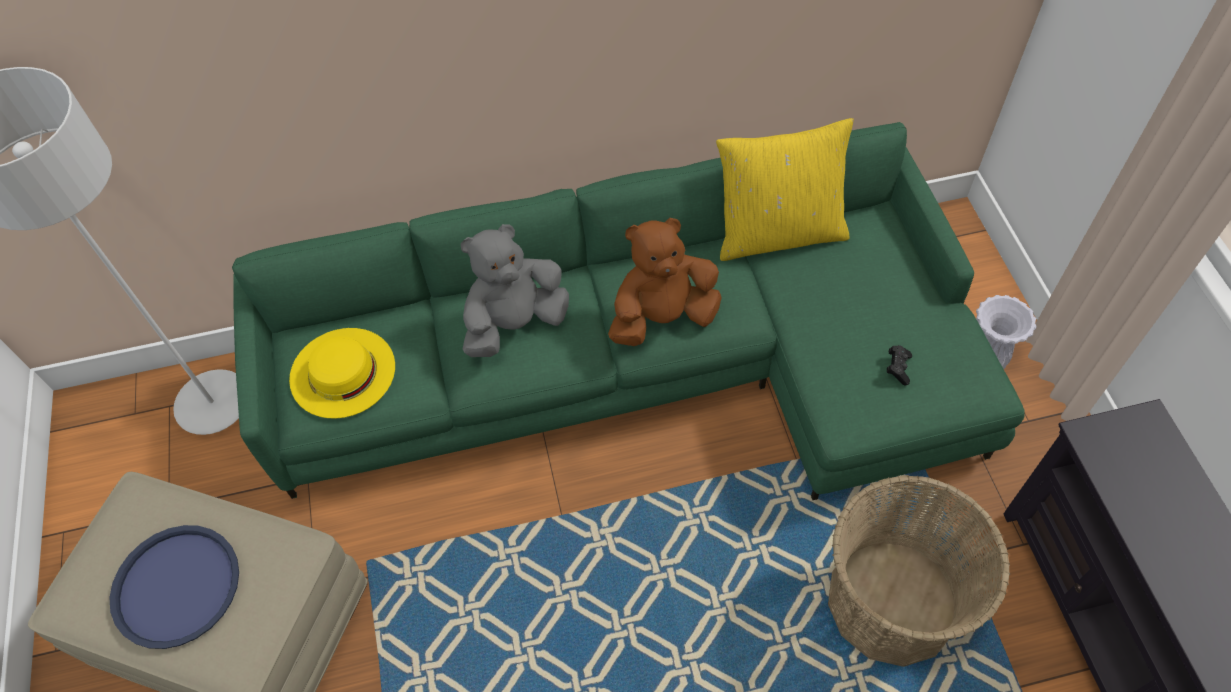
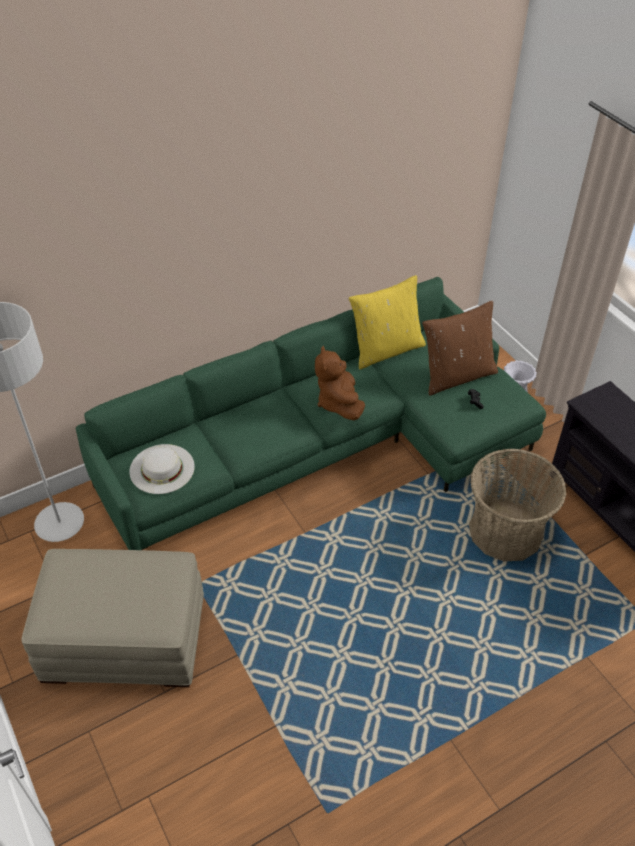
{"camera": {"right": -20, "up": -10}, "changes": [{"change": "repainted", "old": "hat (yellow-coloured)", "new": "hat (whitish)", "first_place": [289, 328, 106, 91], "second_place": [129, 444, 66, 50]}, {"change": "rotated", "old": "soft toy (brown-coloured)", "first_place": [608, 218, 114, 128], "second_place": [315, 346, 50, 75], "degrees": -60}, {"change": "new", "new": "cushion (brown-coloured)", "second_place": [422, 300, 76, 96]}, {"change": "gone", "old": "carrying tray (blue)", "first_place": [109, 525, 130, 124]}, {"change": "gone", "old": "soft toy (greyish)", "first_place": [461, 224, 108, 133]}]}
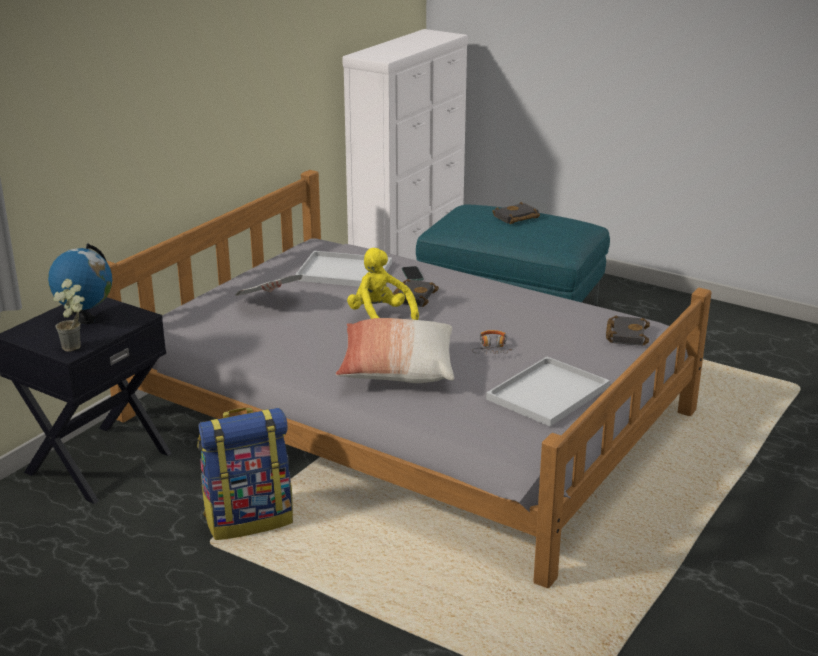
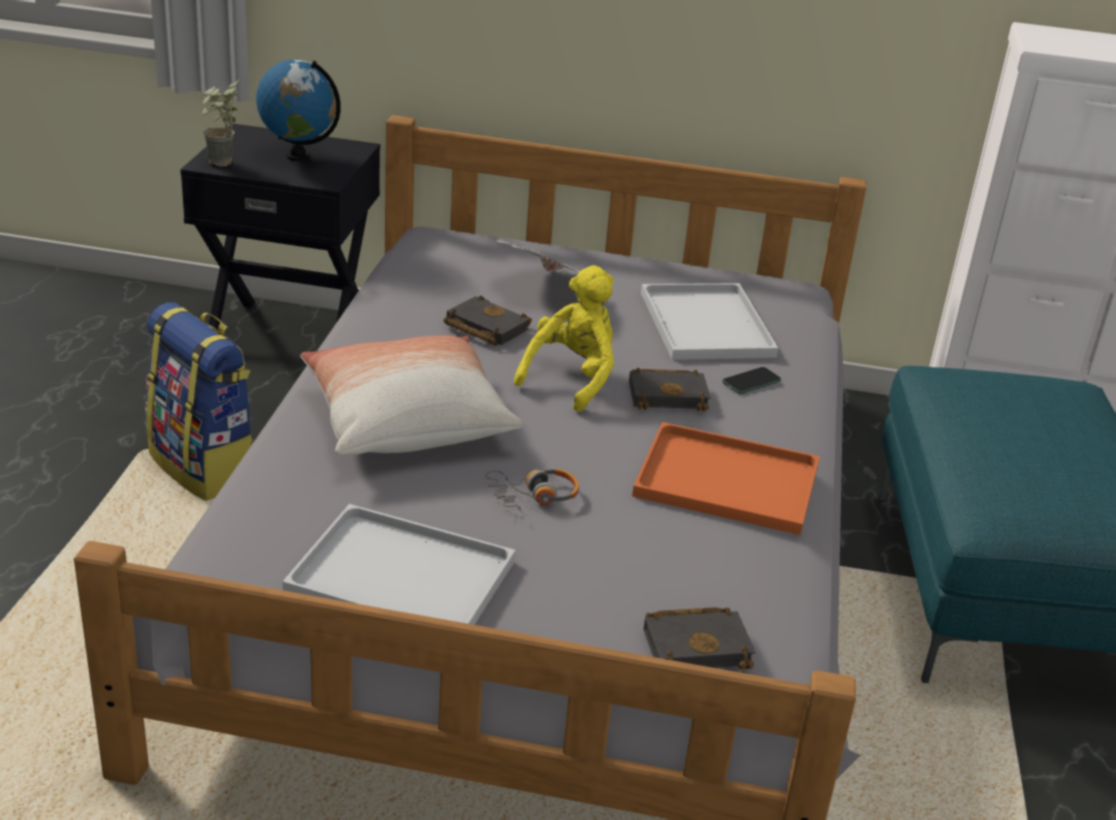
{"camera": {"right": 65, "up": 5}, "changes": [{"change": "shifted", "old": "volume (black-coloured)", "first_place": [492, 202, 48, 22], "second_place": [443, 295, 89, 51]}, {"change": "new", "new": "carrying tray (orange-coloured)", "second_place": [632, 422, 188, 113]}]}
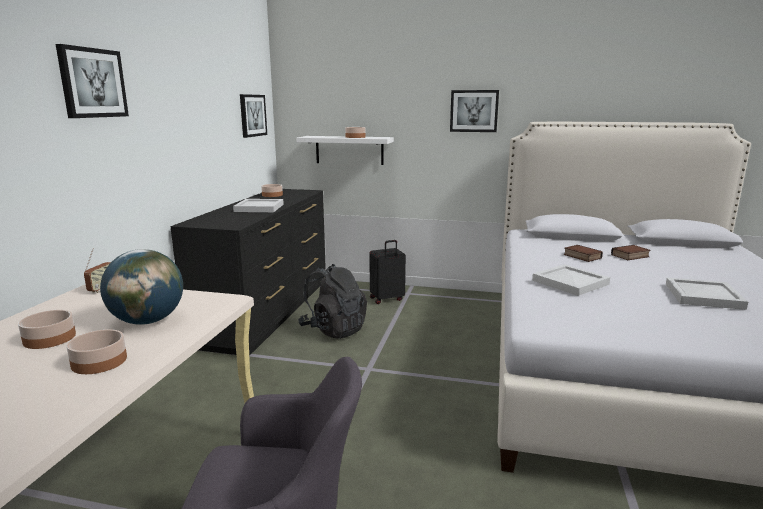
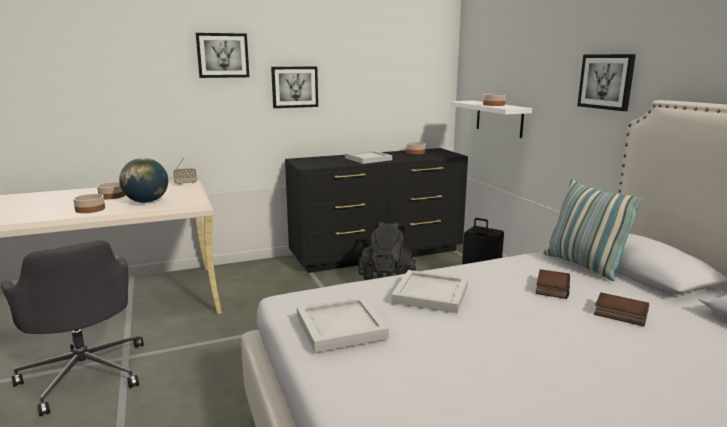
{"camera": {"right": 55, "up": 0}, "changes": [{"change": "shifted", "old": "wall art", "first_place": [240, 94, 27, 44], "second_place": [271, 66, 47, 42]}, {"change": "shifted", "old": "carrying tray (whitish)", "first_place": [666, 277, 82, 33], "second_place": [297, 297, 92, 55]}, {"change": "new", "new": "cushion", "second_place": [543, 179, 102, 102]}]}
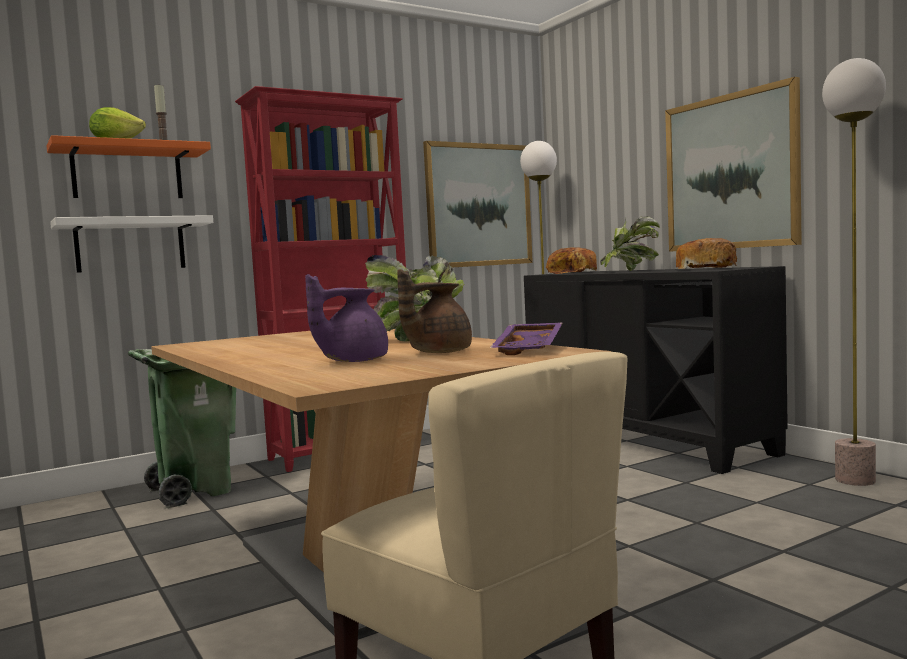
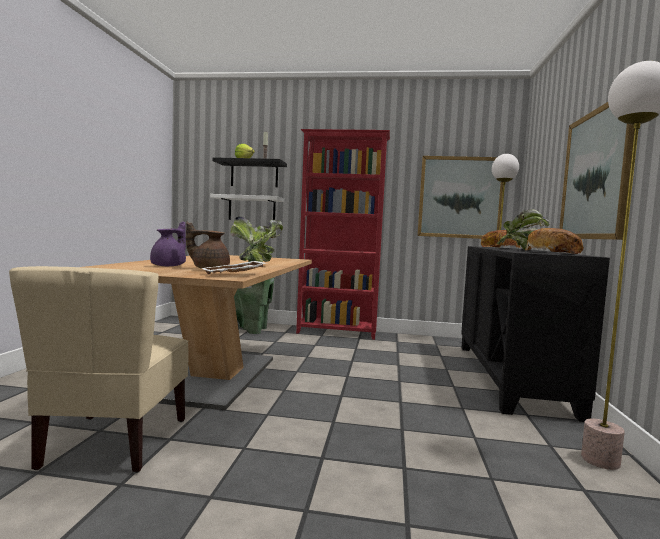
{"camera": {"right": 40, "up": 0}, "changes": [{"change": "rotated", "old": "teapot (purplish)", "first_place": [305, 274, 83, 88], "second_place": [150, 222, 36, 44], "degrees": 105}, {"change": "repainted", "old": "carrying tray (purplish)", "new": "carrying tray (whitish)", "first_place": [490, 322, 73, 33], "second_place": [201, 261, 65, 14]}, {"change": "repainted", "old": "bracket shelf (orange-coloured)", "new": "bracket shelf (black-coloured)", "first_place": [47, 135, 164, 63], "second_place": [212, 157, 75, 30]}]}
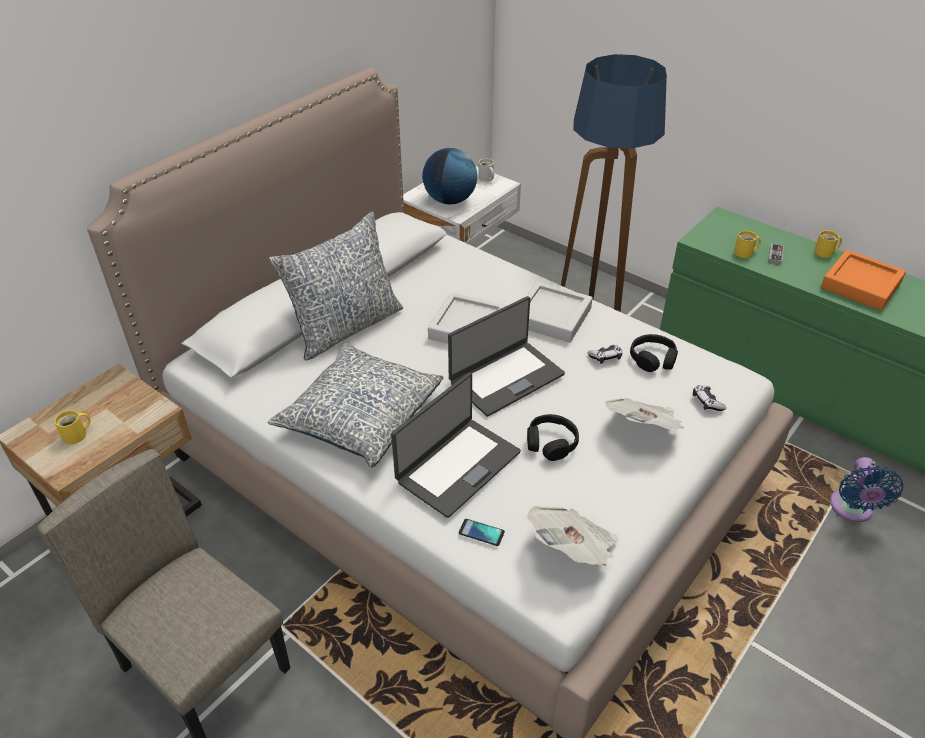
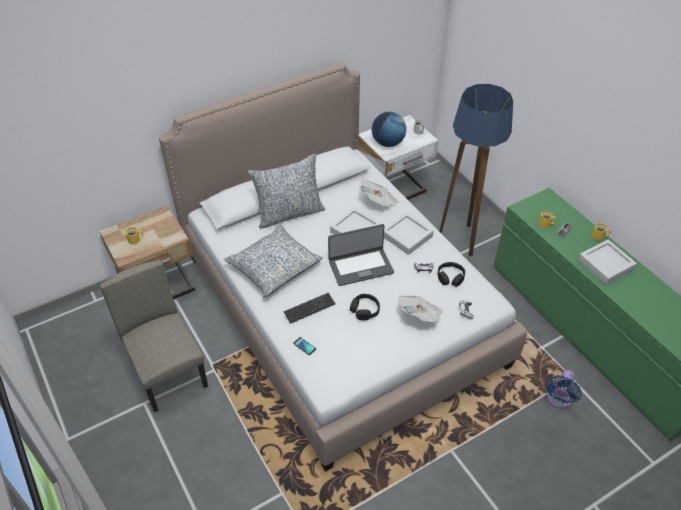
{"camera": {"right": 20, "up": 5}, "changes": [{"change": "swapped", "old": "laptop", "new": "keyboard", "first_place": [391, 372, 130, 146], "second_place": [283, 293, 53, 31]}, {"change": "shifted", "old": "newspaper", "first_place": [527, 506, 92, 60], "second_place": [359, 180, 41, 27]}, {"change": "repainted", "old": "carrying tray (orange-coloured)", "new": "carrying tray (greyish)", "first_place": [821, 250, 85, 61], "second_place": [578, 240, 59, 44]}]}
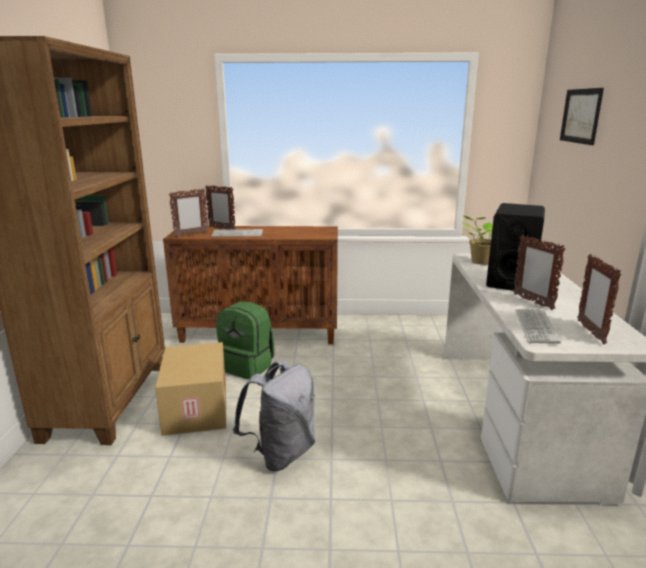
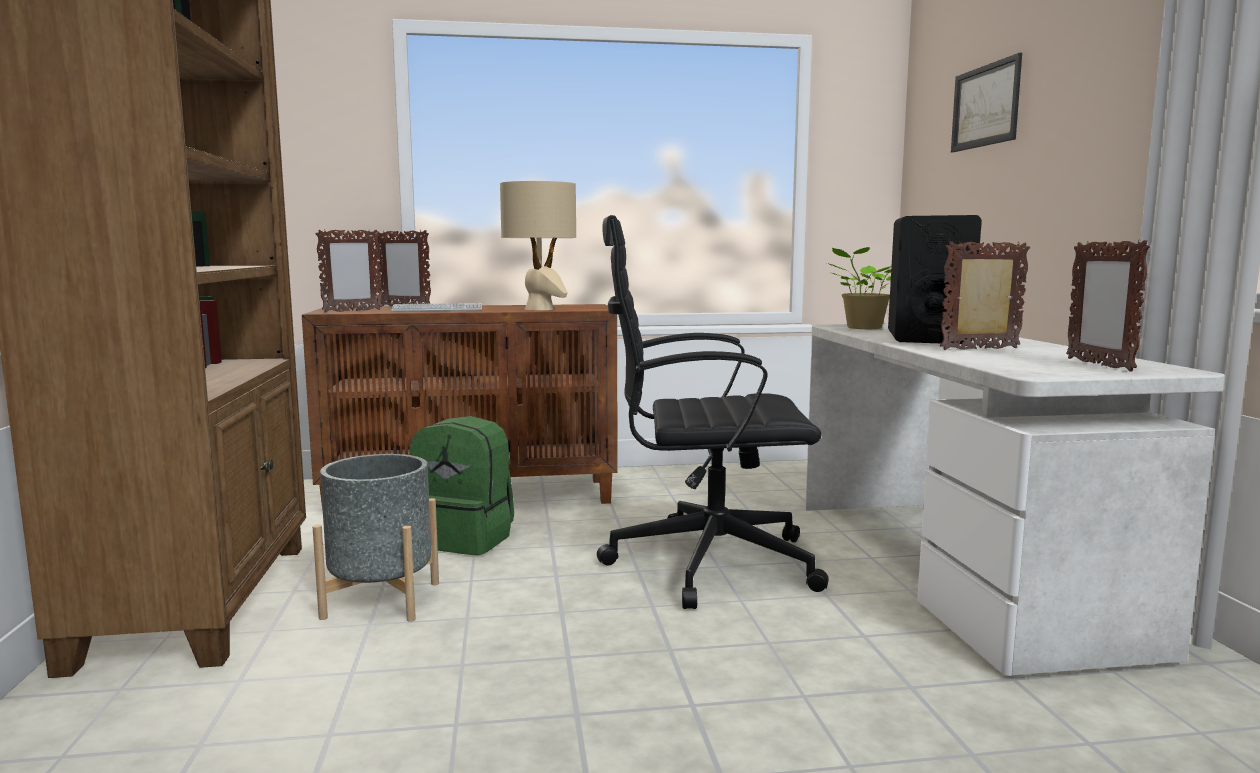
{"camera": {"right": -10, "up": -10}, "changes": [{"change": "swapped", "old": "packing box", "new": "plant pot (greyish)", "first_place": [155, 342, 71, 93], "second_place": [313, 454, 126, 168]}, {"change": "new", "new": "table lamp (beige-coloured)", "second_place": [500, 181, 76, 129]}, {"change": "new", "new": "computer chair (black-coloured)", "second_place": [597, 215, 232, 394]}, {"change": "rotated", "old": "photo frame", "first_place": [513, 235, 53, 75], "second_place": [940, 241, 90, 109], "degrees": 120}, {"change": "gone", "old": "rucksack (greyish)", "first_place": [233, 361, 82, 110]}, {"change": "gone", "old": "keyboard", "first_place": [515, 308, 46, 36]}]}
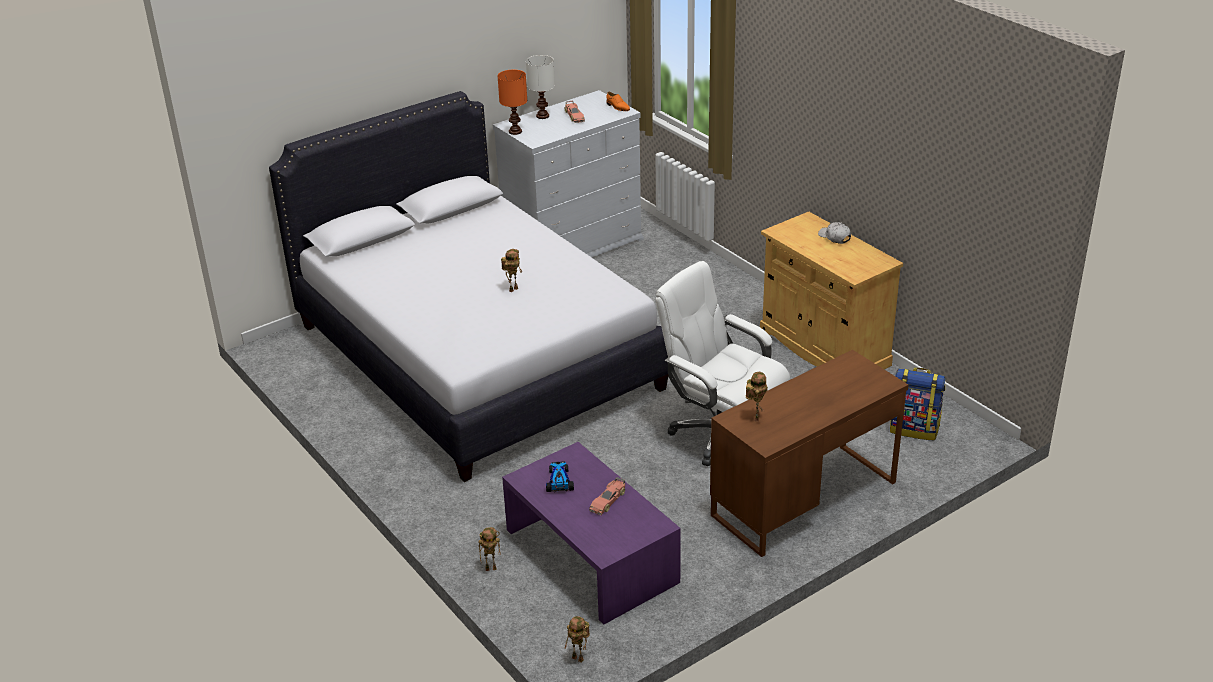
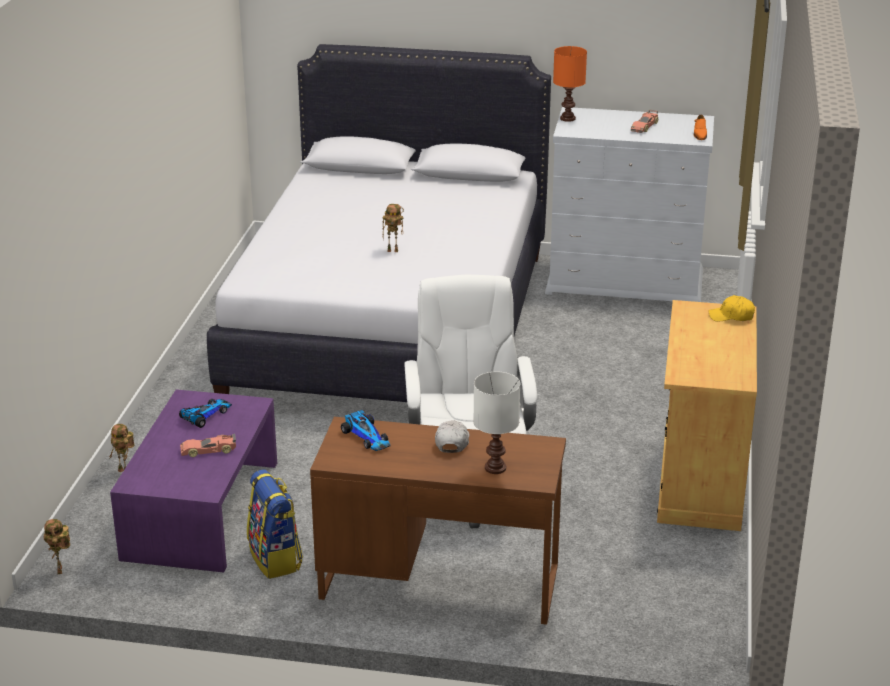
{"camera": {"right": 45, "up": -5}, "changes": [{"change": "shifted", "old": "rucksack", "first_place": [890, 368, 55, 72], "second_place": [247, 470, 56, 109]}, {"change": "swapped", "old": "model robot", "new": "miniature car", "first_place": [746, 371, 22, 50], "second_place": [341, 410, 50, 41]}, {"change": "shifted", "old": "peaked cap (whitish)", "first_place": [818, 222, 33, 22], "second_place": [435, 420, 35, 33]}, {"change": "shifted", "old": "table lamp (whitish)", "first_place": [526, 55, 29, 64], "second_place": [473, 372, 47, 102]}, {"change": "new", "new": "peaked cap (yellow-coloured)", "second_place": [708, 295, 47, 27]}]}
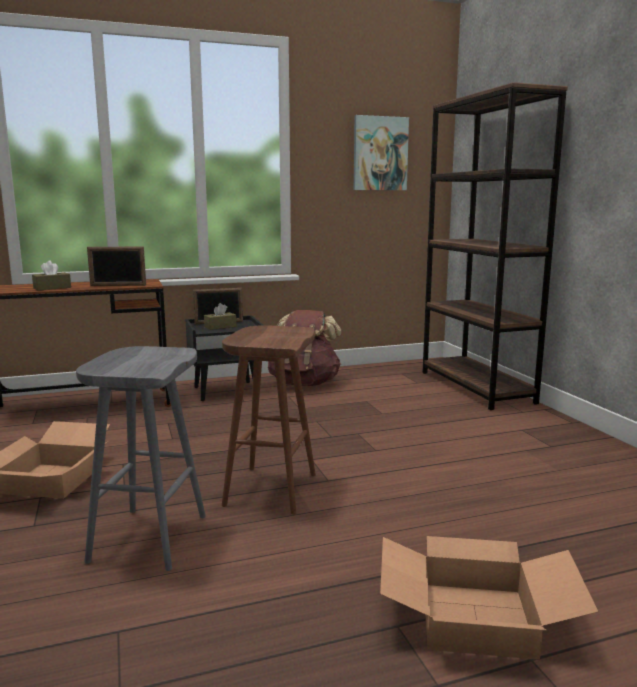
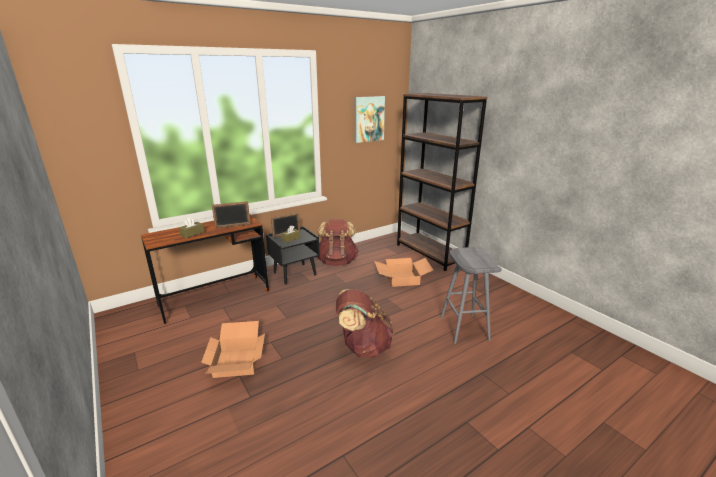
{"camera": {"right": -15, "up": 10}, "changes": [{"change": "swapped", "old": "sitting stool (brown-coloured)", "new": "rucksack (brown-coloured)", "first_place": [222, 325, 94, 190], "second_place": [336, 289, 58, 69]}, {"change": "shifted", "old": "packing box", "first_place": [380, 536, 218, 124], "second_place": [374, 258, 59, 29]}, {"change": "shifted", "old": "sitting stool (greyish)", "first_place": [76, 346, 130, 225], "second_place": [440, 247, 62, 97]}]}
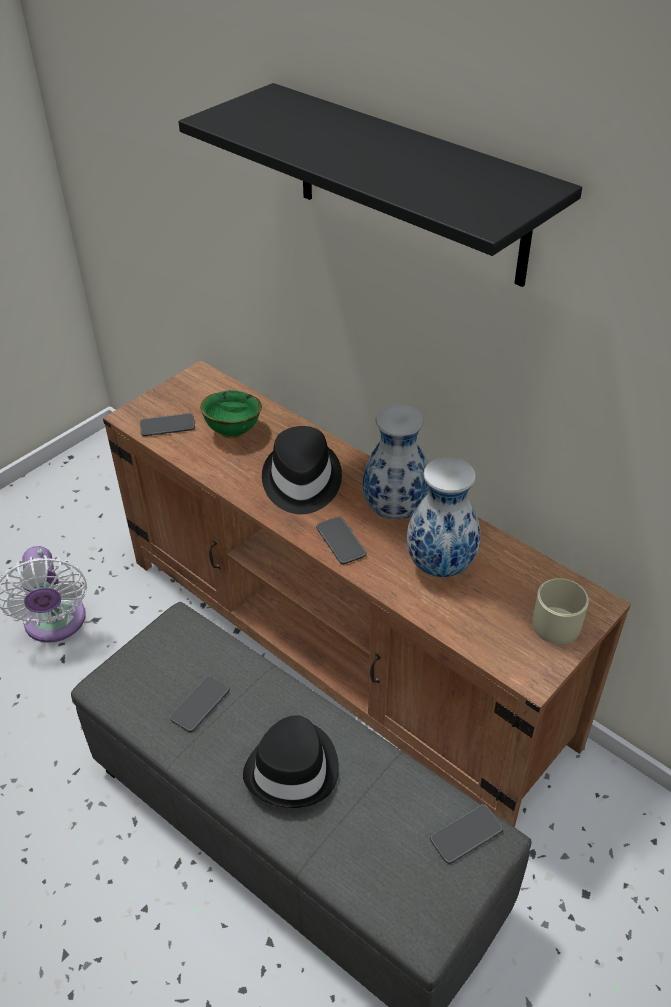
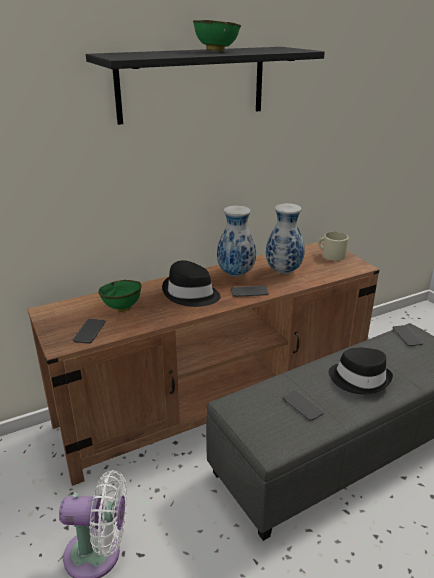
{"camera": {"right": -70, "up": -15}, "changes": [{"change": "new", "new": "deep dish (green-coloured)", "second_place": [193, 20, 48, 31]}]}
